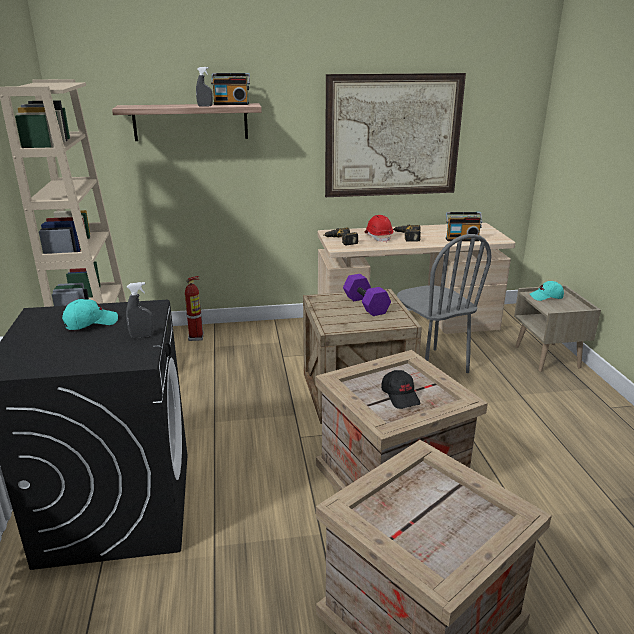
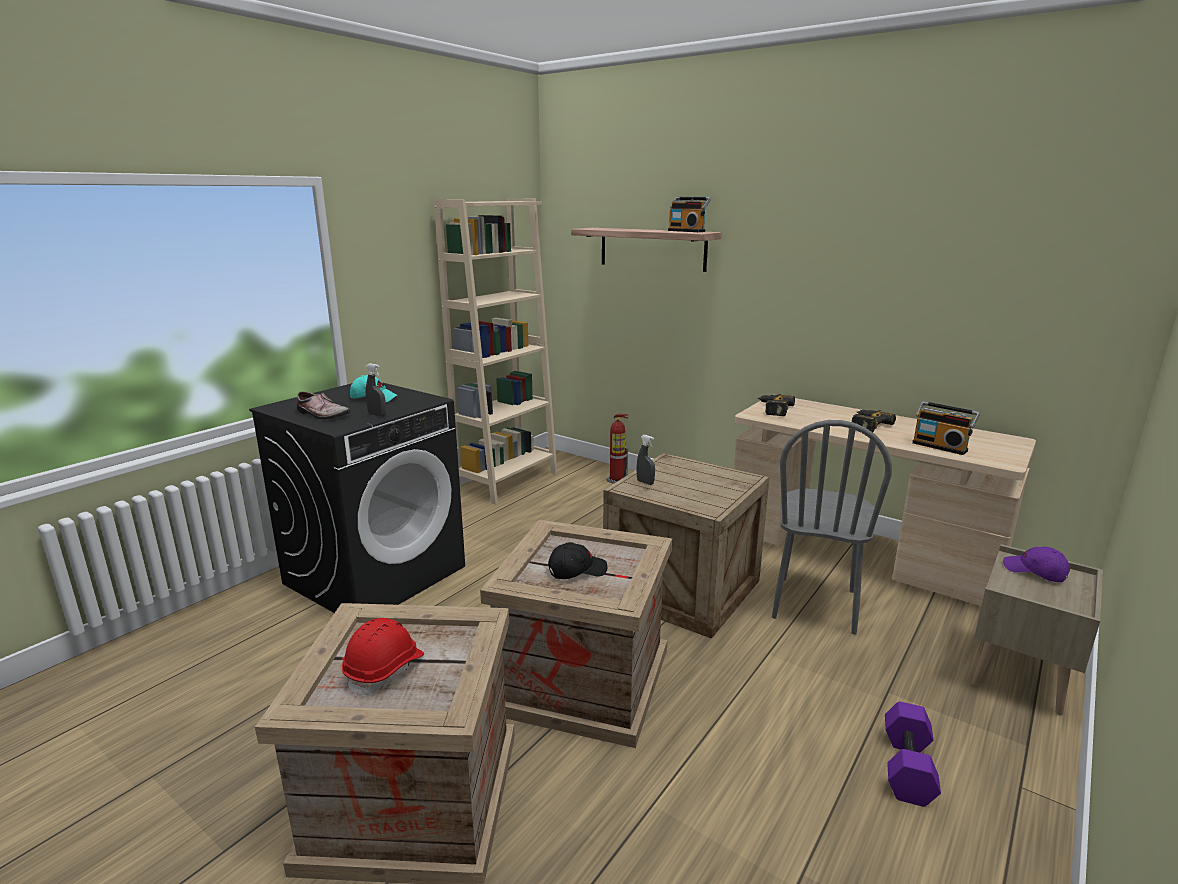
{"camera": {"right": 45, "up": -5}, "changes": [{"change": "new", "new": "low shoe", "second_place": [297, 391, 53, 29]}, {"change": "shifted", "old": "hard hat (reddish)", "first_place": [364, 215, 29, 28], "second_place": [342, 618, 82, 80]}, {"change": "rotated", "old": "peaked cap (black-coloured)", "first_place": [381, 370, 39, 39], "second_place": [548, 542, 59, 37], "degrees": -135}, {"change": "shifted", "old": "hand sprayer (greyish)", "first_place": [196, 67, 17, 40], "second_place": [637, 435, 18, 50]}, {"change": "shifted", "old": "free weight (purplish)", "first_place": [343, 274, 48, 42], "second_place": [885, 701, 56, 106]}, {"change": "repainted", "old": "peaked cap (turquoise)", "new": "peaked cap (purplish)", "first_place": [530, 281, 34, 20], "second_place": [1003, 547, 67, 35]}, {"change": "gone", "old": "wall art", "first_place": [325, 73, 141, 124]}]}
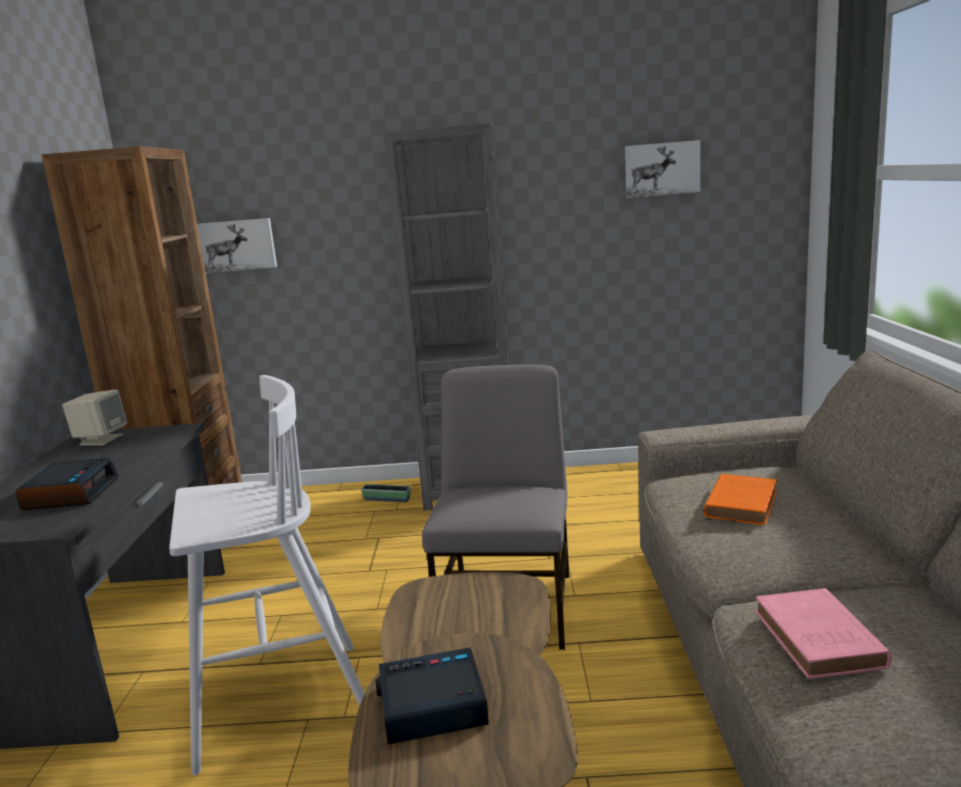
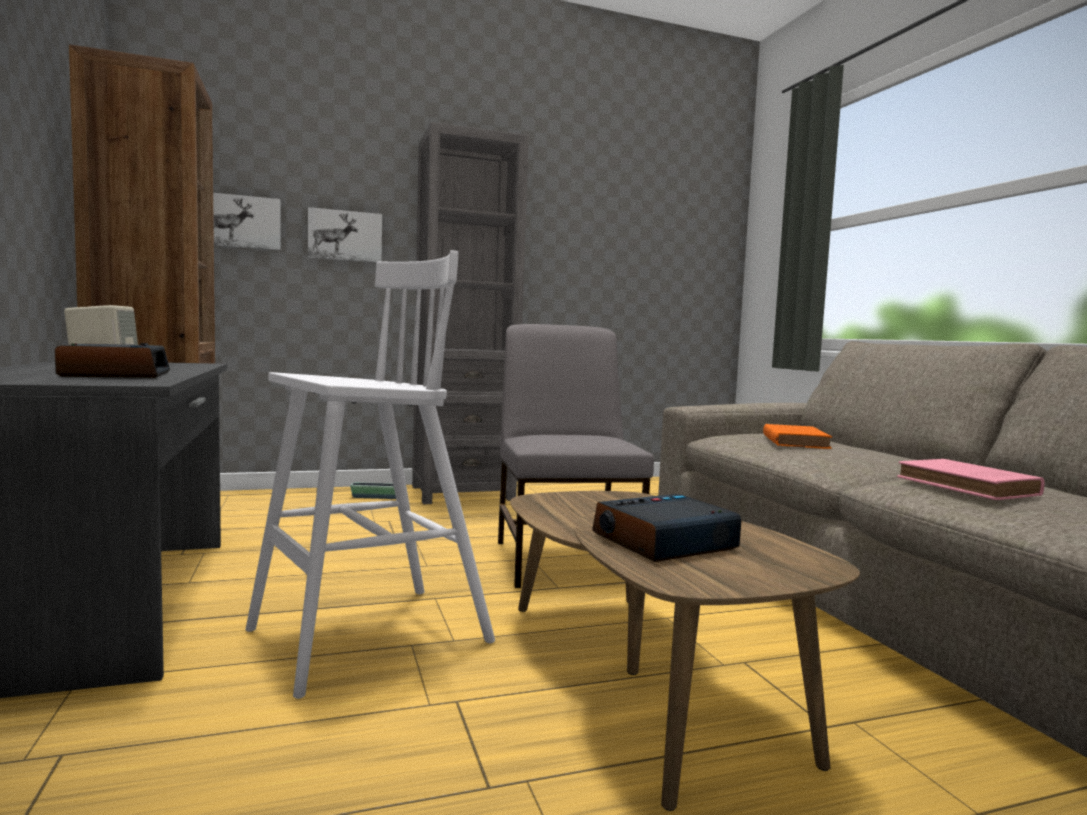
{"camera": {"right": -20, "up": -10}, "changes": [{"change": "shifted", "old": "wall art", "first_place": [625, 140, 76, 58], "second_place": [308, 207, 74, 56]}]}
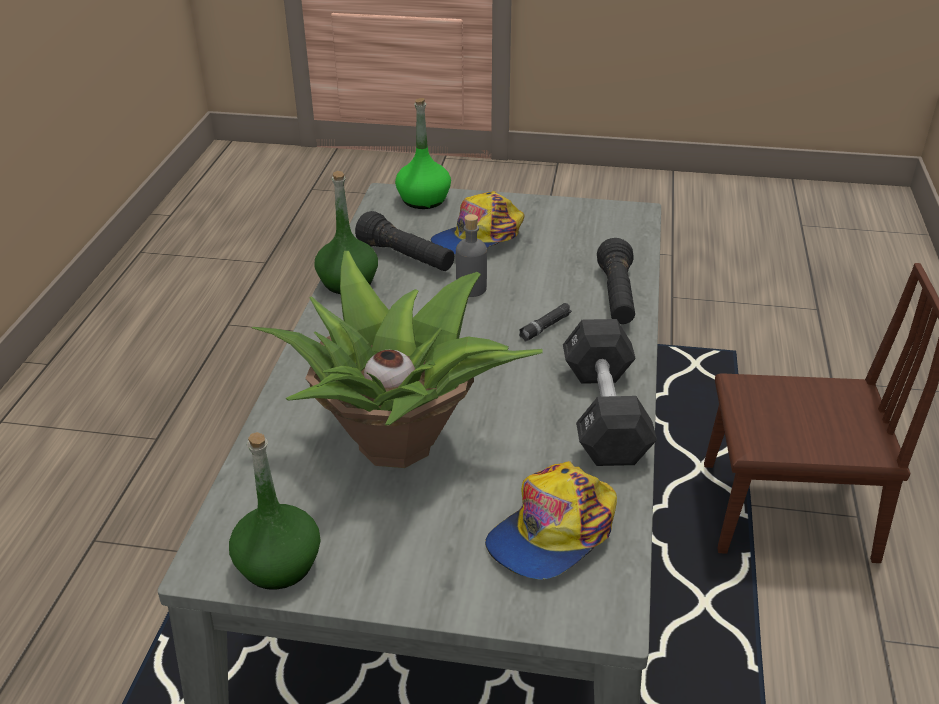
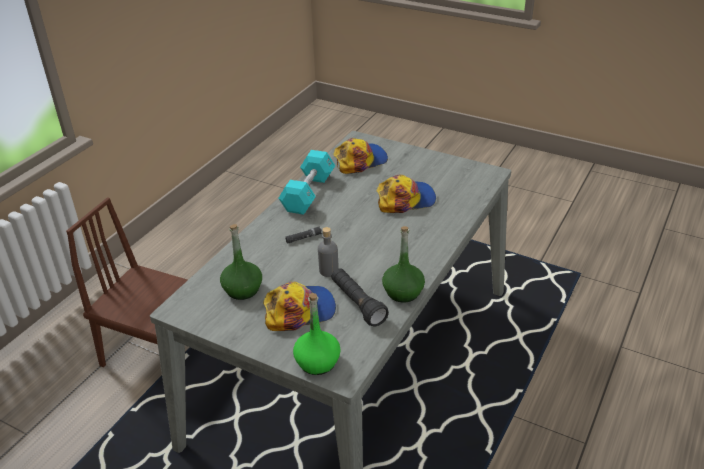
{"camera": {"right": -160, "up": 0}, "changes": [{"change": "shifted", "old": "drink bottle (green-coloured)", "first_place": [229, 432, 91, 158], "second_place": [220, 224, 42, 76]}, {"change": "repainted", "old": "free weight (black-coloured)", "new": "free weight (turquoise)", "first_place": [563, 319, 94, 147], "second_place": [279, 150, 56, 65]}, {"change": "swapped", "old": "potted plant", "new": "peaked cap", "first_place": [252, 251, 291, 217], "second_place": [377, 174, 59, 39]}, {"change": "gone", "old": "torch (black-coloured)", "first_place": [597, 238, 38, 86]}]}
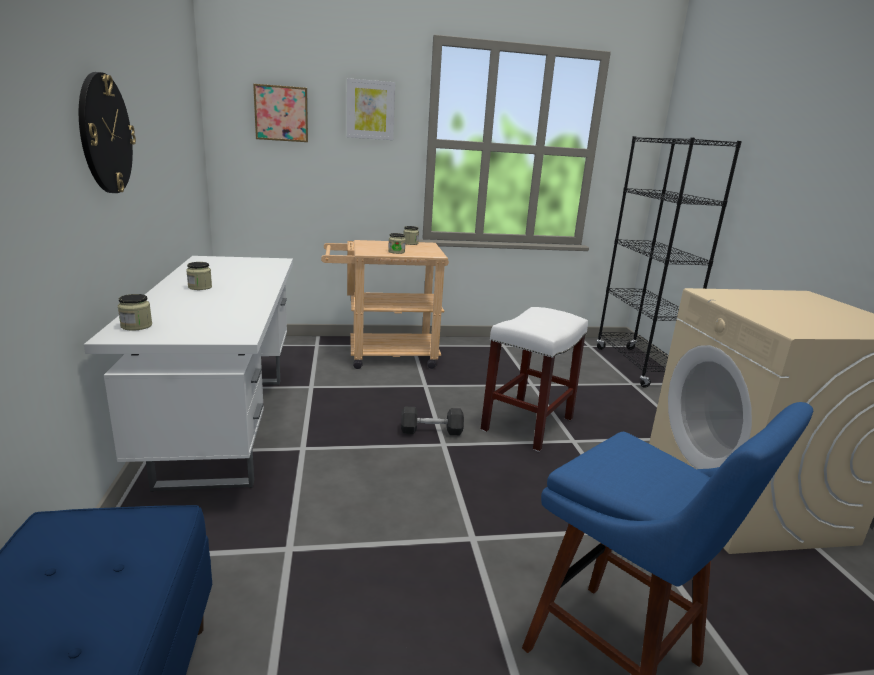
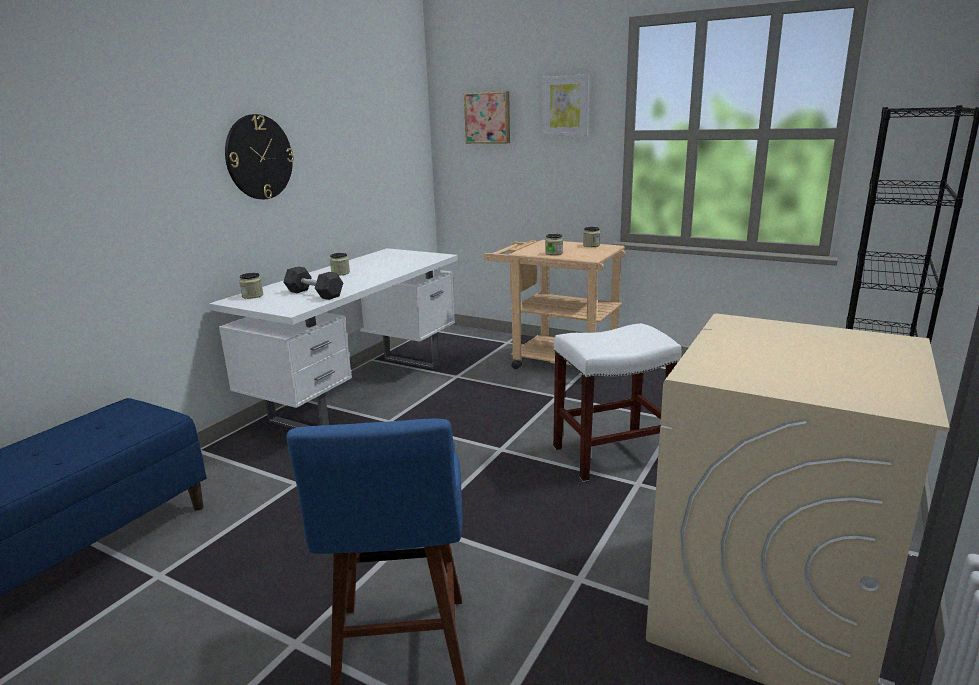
{"camera": {"right": 40, "up": 0}, "changes": [{"change": "shifted", "old": "free weight (greyish)", "first_place": [401, 407, 63, 28], "second_place": [284, 266, 59, 34]}]}
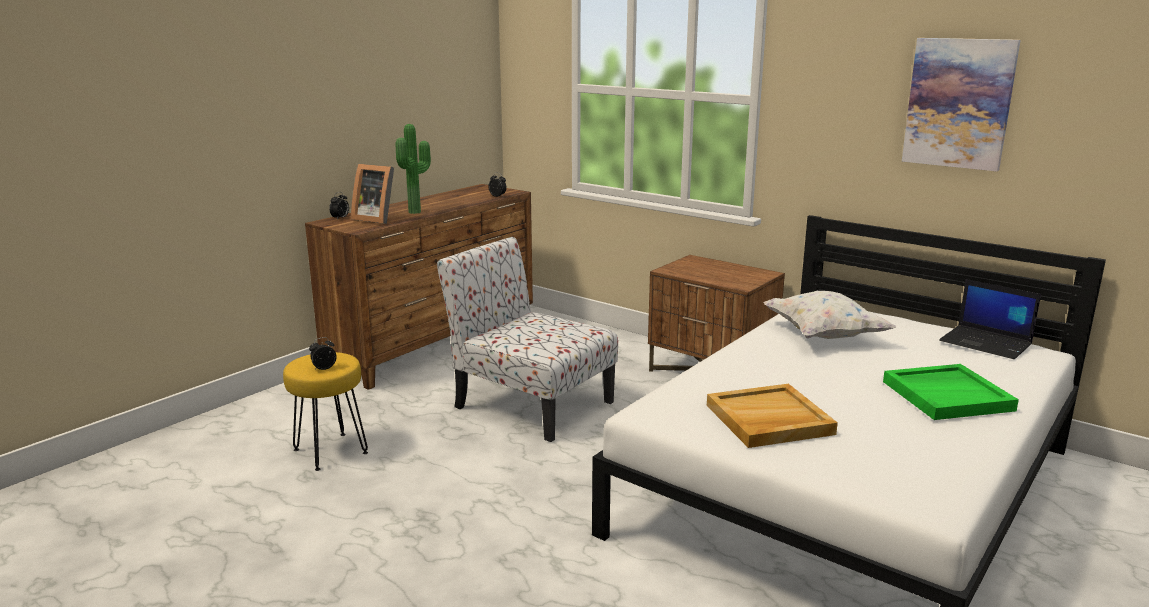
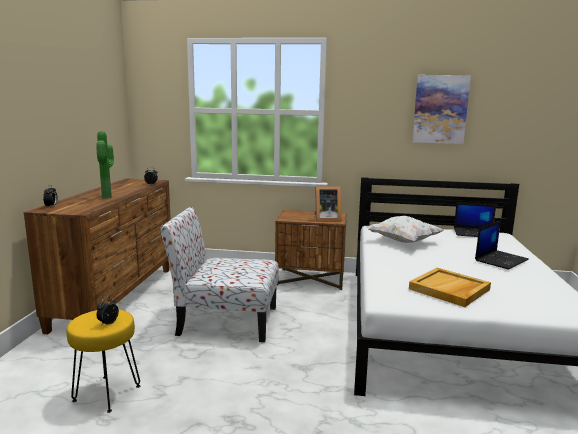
{"camera": {"right": -30, "up": -5}, "changes": [{"change": "shifted", "old": "photo frame", "first_place": [351, 164, 43, 60], "second_place": [315, 186, 26, 36]}, {"change": "swapped", "old": "carrying tray (green-coloured)", "new": "laptop", "first_place": [883, 364, 136, 56], "second_place": [475, 220, 54, 49]}]}
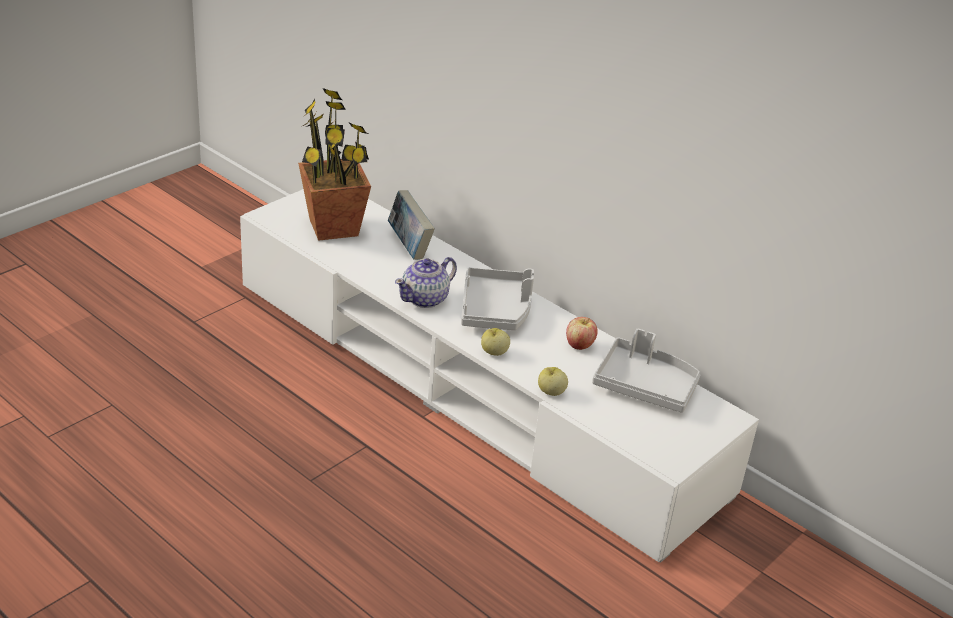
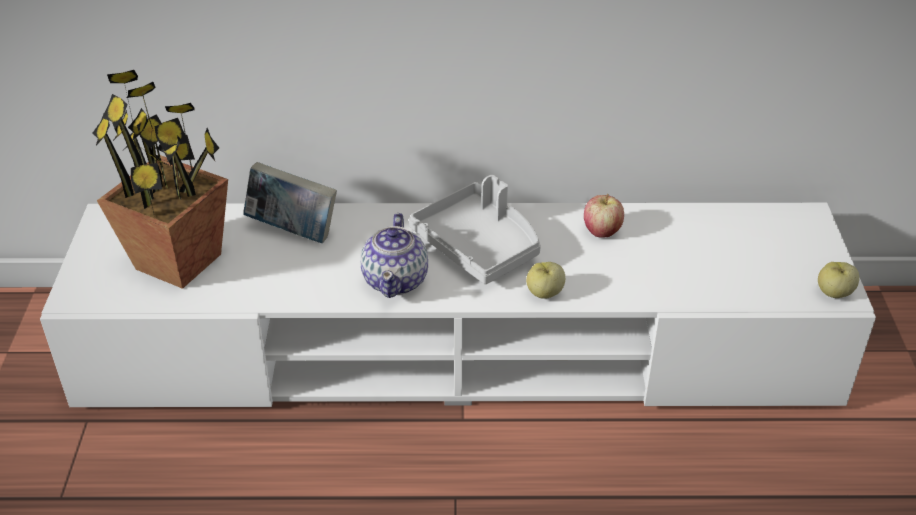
{"camera": {"right": -40, "up": 5}, "changes": [{"change": "shifted", "old": "whole apple", "first_place": [538, 367, 30, 29], "second_place": [818, 262, 41, 36]}, {"change": "gone", "old": "carrying tray (greyish)", "first_place": [592, 329, 108, 84]}]}
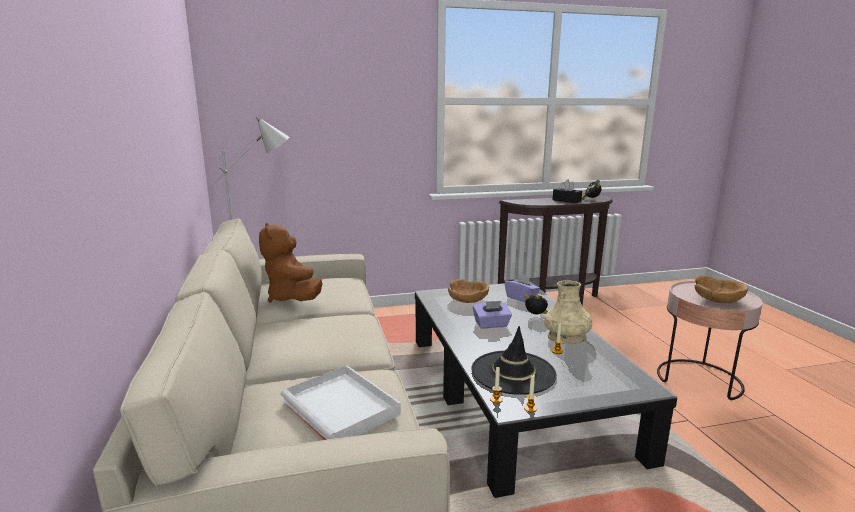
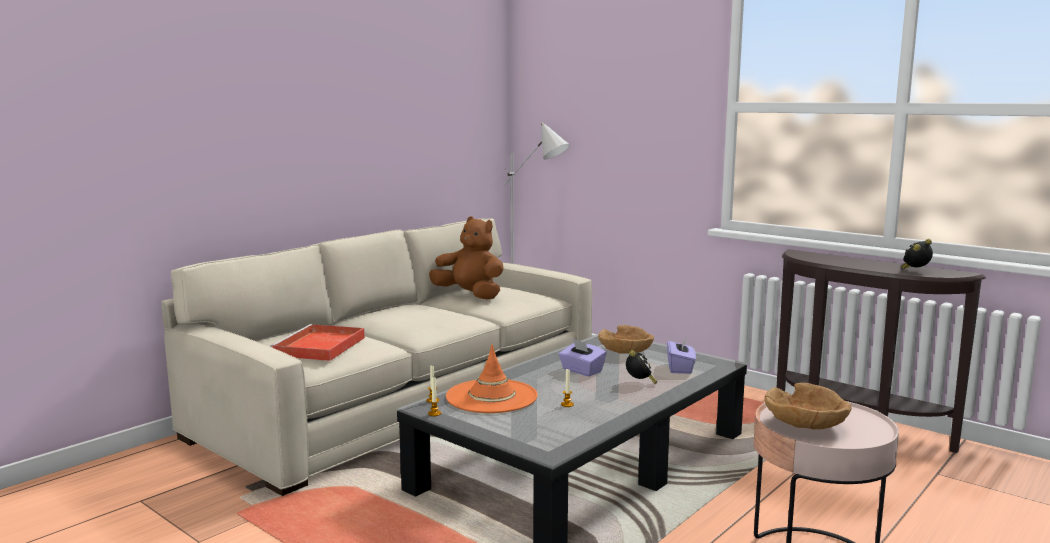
{"camera": {"right": 55, "up": -5}, "changes": [{"change": "repainted", "old": "carrying tray (whitish)", "new": "carrying tray (reddish)", "first_place": [281, 366, 120, 74], "second_place": [270, 324, 95, 37]}, {"change": "rotated", "old": "soft toy (brown-coloured)", "first_place": [259, 222, 64, 80], "second_place": [429, 216, 75, 84], "degrees": 90}, {"change": "repainted", "old": "hat (black-coloured)", "new": "hat (orange-coloured)", "first_place": [471, 326, 86, 69], "second_place": [446, 344, 92, 69]}, {"change": "gone", "old": "flower vase (beige-coloured)", "first_place": [544, 280, 48, 64]}, {"change": "gone", "old": "tissue holder (black-coloured)", "first_place": [552, 180, 30, 23]}]}
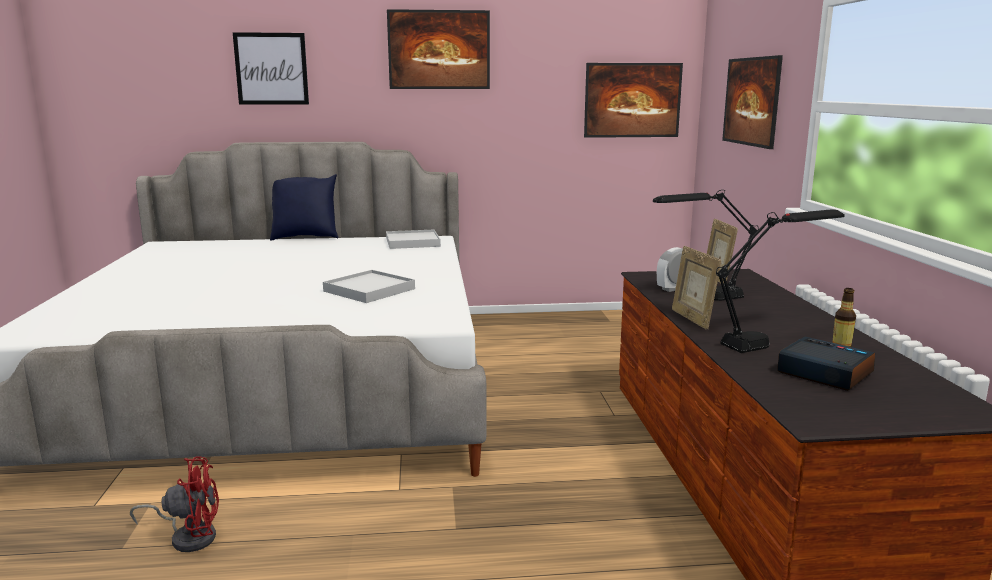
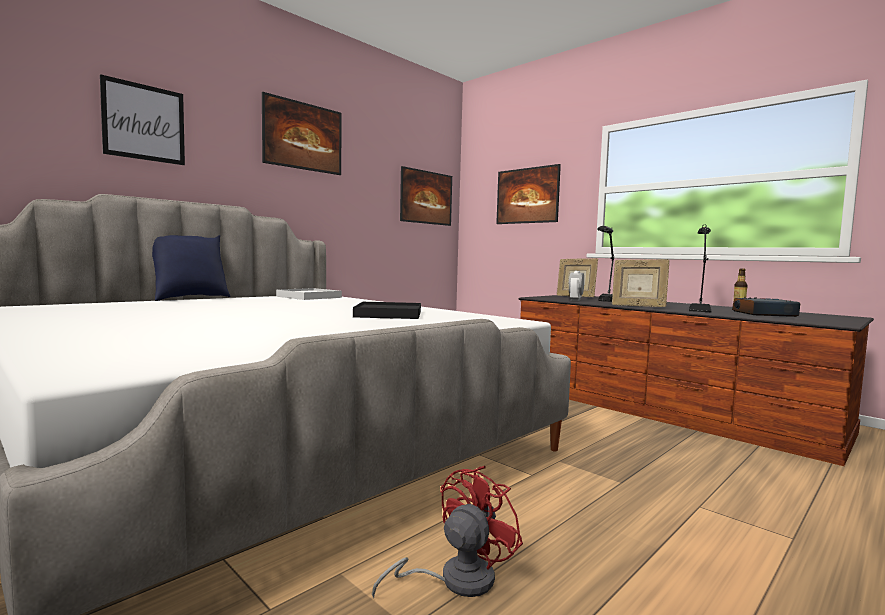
{"camera": {"right": -40, "up": -10}, "changes": [{"change": "repainted", "old": "carrying tray (whitish)", "new": "carrying tray (black-coloured)", "first_place": [323, 270, 92, 33], "second_place": [353, 302, 68, 17]}]}
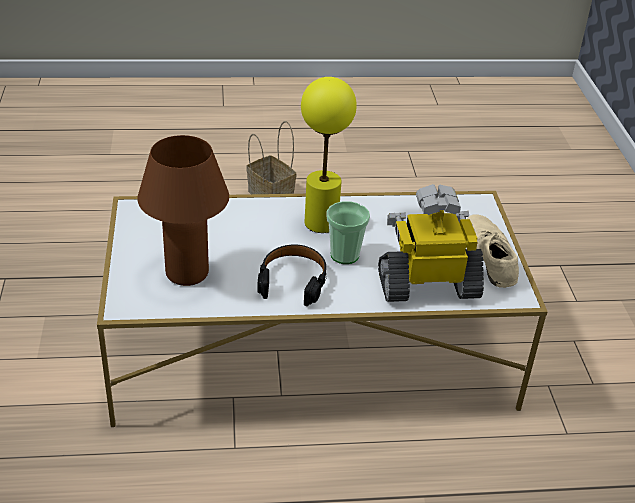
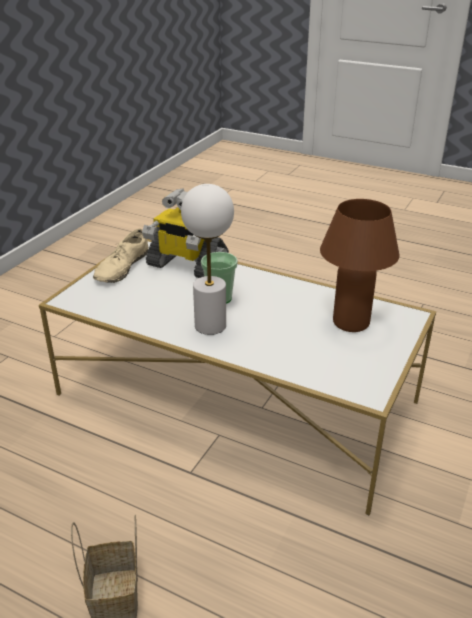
{"camera": {"right": -145, "up": -5}, "changes": [{"change": "repainted", "old": "table lamp (yellow-coloured)", "new": "table lamp (whitish)", "first_place": [301, 77, 56, 156], "second_place": [181, 184, 53, 151]}, {"change": "gone", "old": "headphones (black-coloured)", "first_place": [257, 244, 70, 62]}]}
